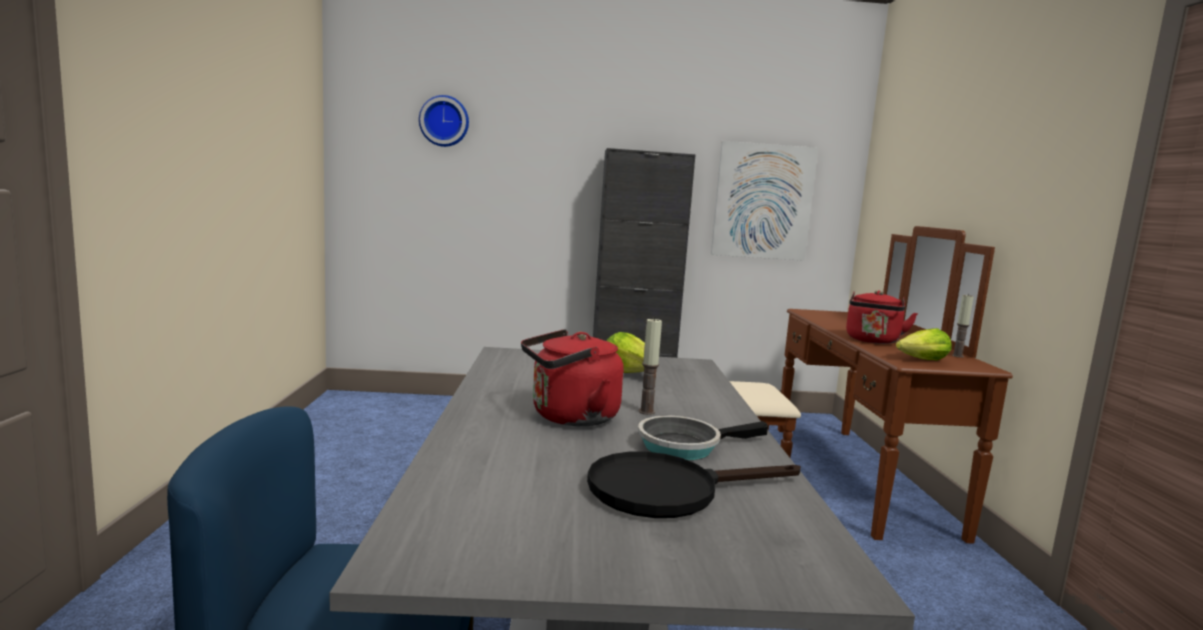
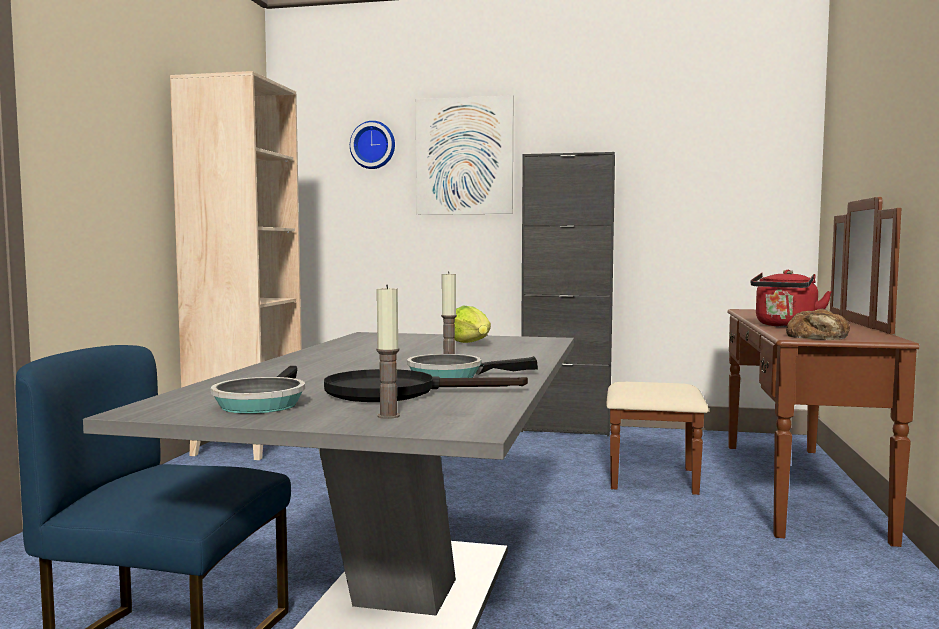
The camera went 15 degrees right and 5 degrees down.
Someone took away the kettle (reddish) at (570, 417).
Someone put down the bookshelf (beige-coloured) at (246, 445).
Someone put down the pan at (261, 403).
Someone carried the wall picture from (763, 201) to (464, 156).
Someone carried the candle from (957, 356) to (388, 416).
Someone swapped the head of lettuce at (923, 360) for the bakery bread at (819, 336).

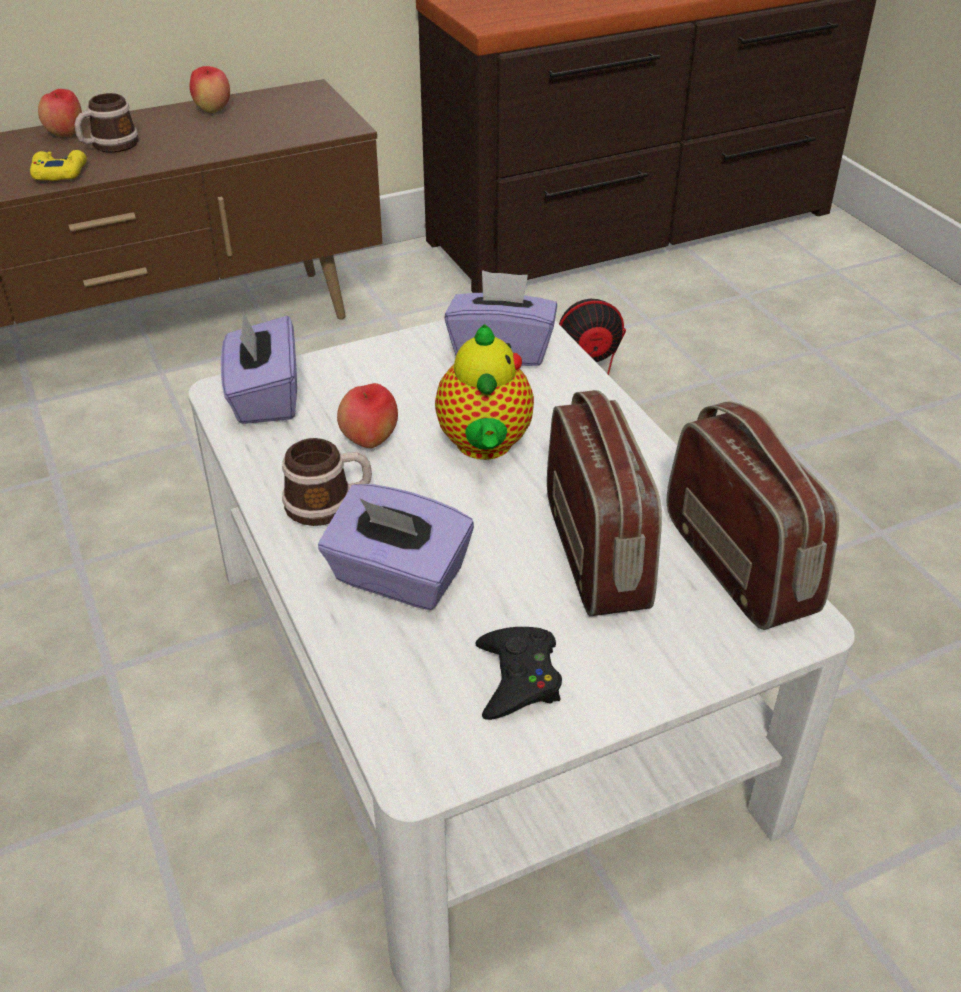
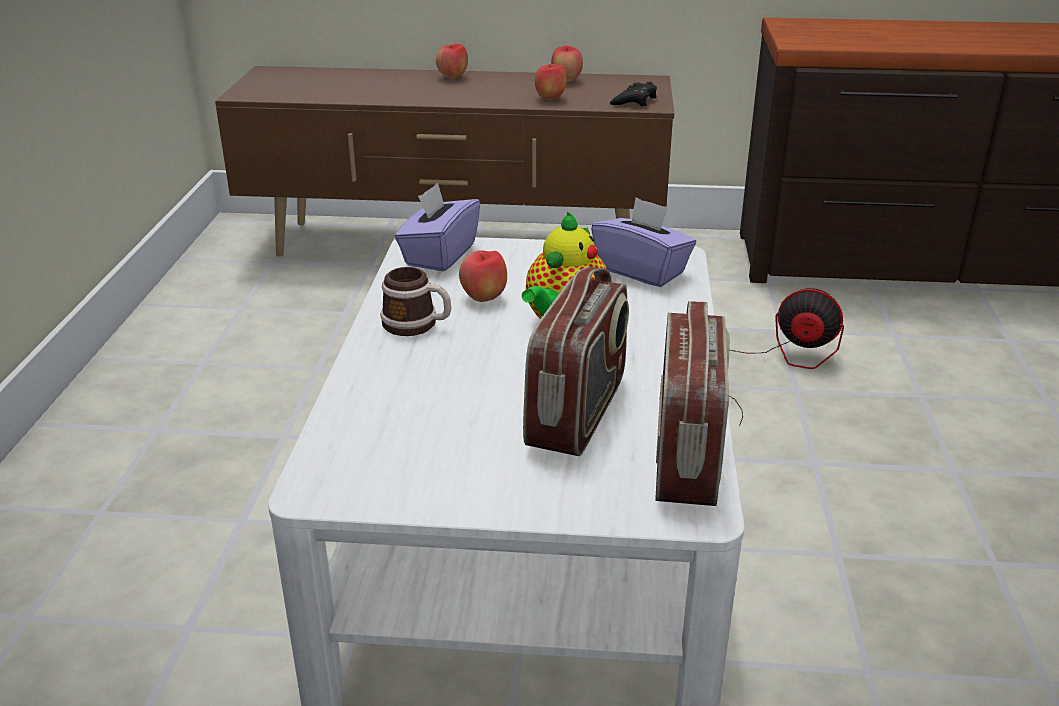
The camera went 30 degrees right and 10 degrees down.
Someone took away the gamepad (yellow-coloured) at (59, 173).
Someone took away the coffee mug at (109, 146).
Someone took away the box of tissues (purple-coloured) at (397, 578).
Someone put down the whole apple at (550, 99).
Someone carried the gamepad (black-coloured) from (518, 679) to (634, 101).

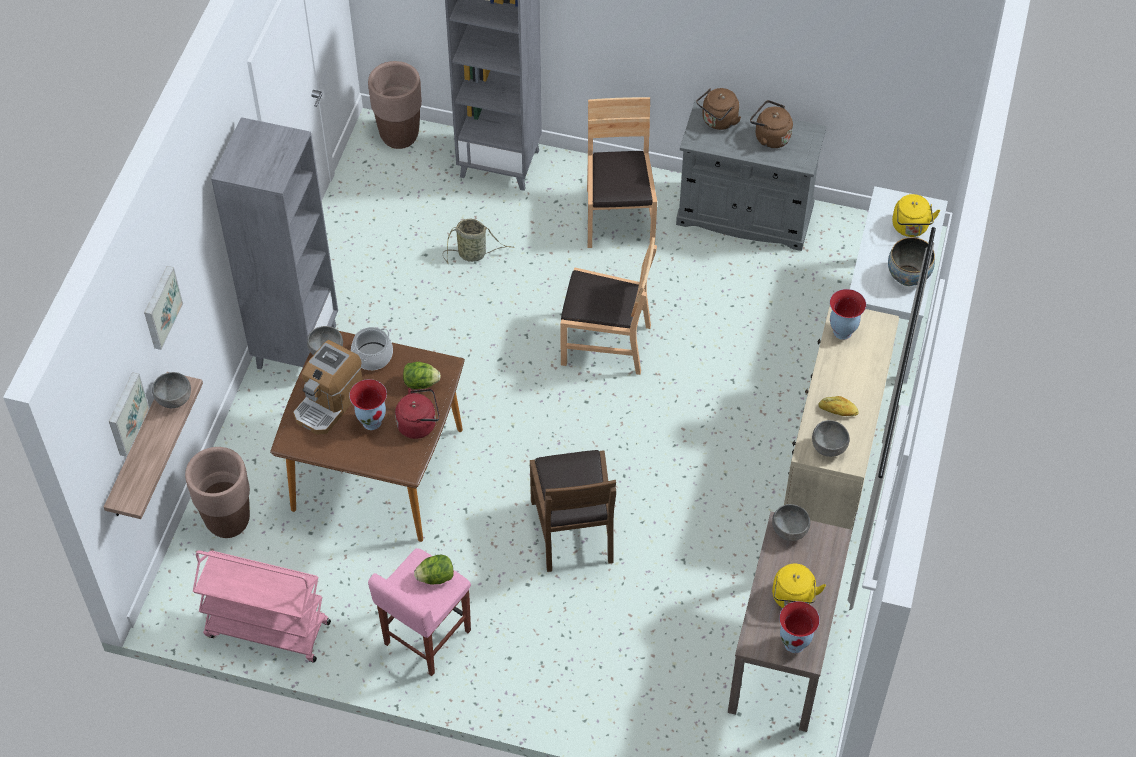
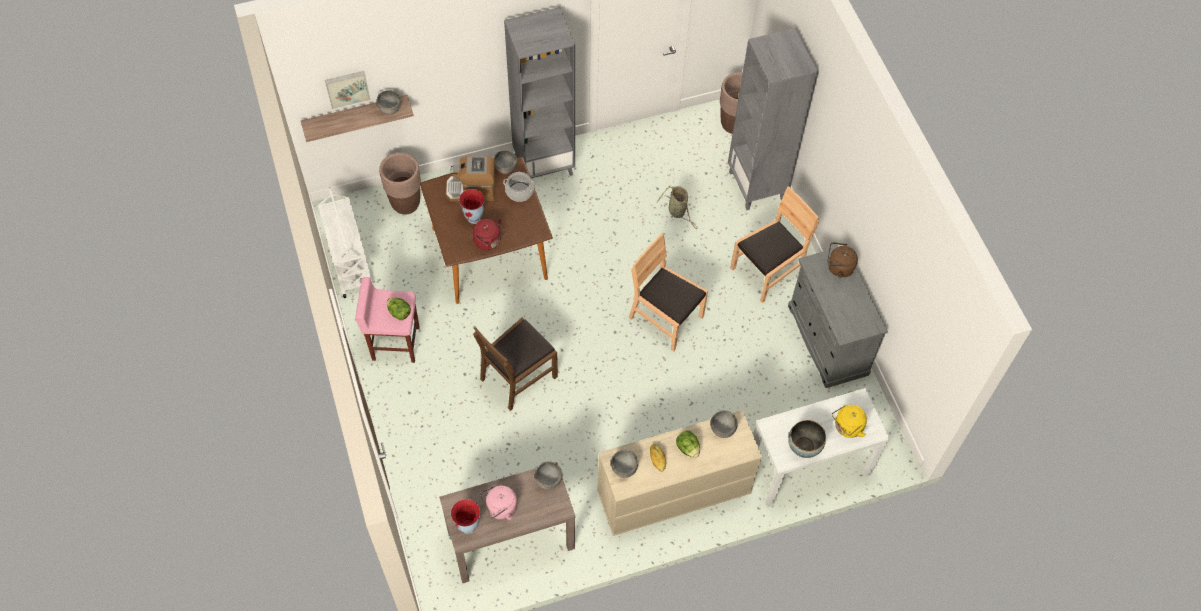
The camera went 55 degrees right and 5 degrees up.
Someone took away the wall picture at (160, 307).
Someone took away the kettle (brownish) at (770, 137).
Someone carried the head of lettuce from (421, 383) to (687, 448).
Someone swapped the flower vase at (841, 332) for the bowl (gray) at (722, 429).
Someone repainted the wheeled cart (pinkish) at (266, 629), which became the wheeled cart (white-coloured) at (349, 263).
Someone repainted the kettle (yellow-coloured) at (793, 599), which became the kettle (pinkish) at (500, 508).
Someone rotated the upright chair (brownish) at (605, 343) by 150 degrees clockwise.

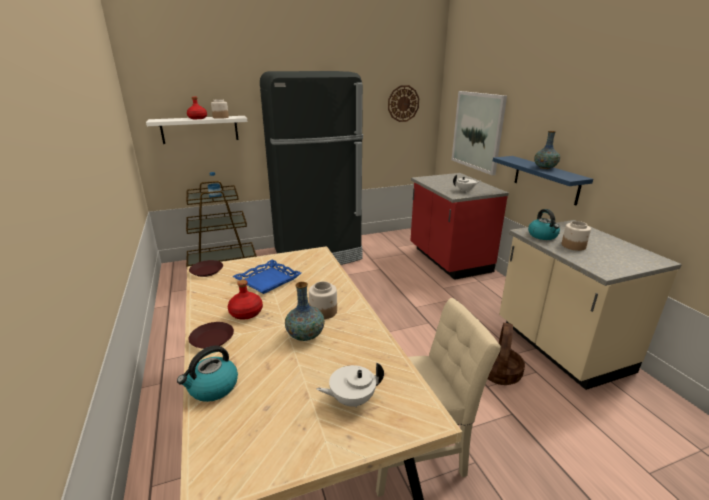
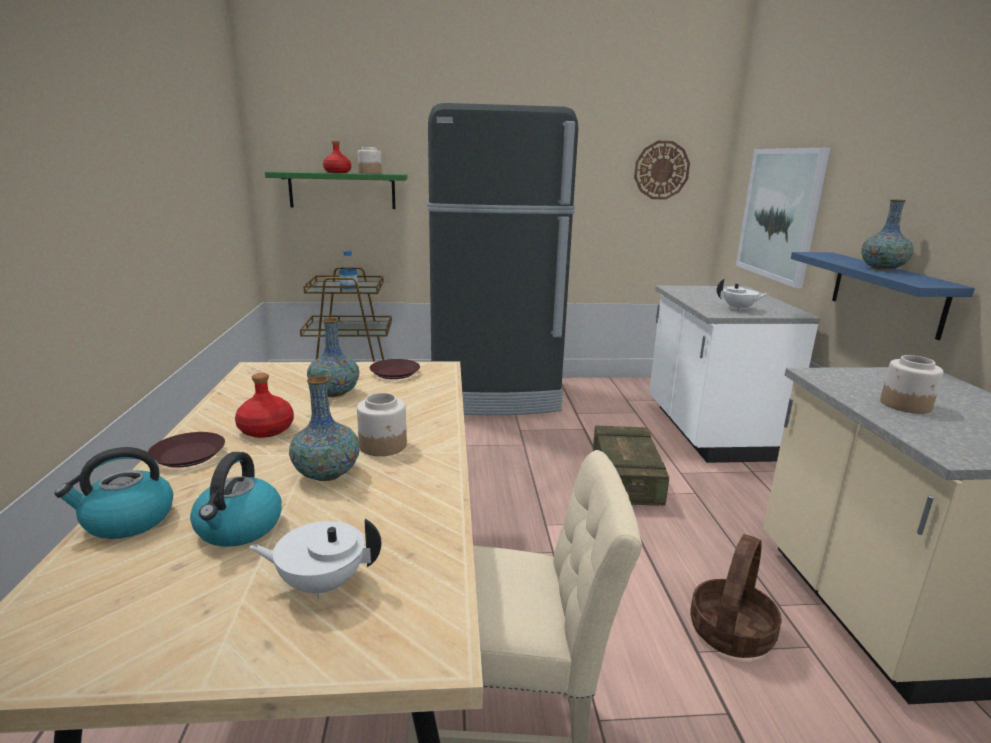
The camera went 15 degrees right and 5 degrees down.
Someone put down the packing crate at (625, 480).
Someone carried the dinner plate (brownish) from (207, 271) to (395, 373).
Someone carried the kettle from (543, 236) to (239, 528).
Someone swapped the tray (blue-coloured) at (268, 280) for the flower vase at (334, 393).
Someone repainted the bracket shelf (white-coloured) at (200, 129), which became the bracket shelf (green) at (342, 190).
Someone repainted the kitchen base unit (reddish) at (448, 260), which became the kitchen base unit (white-coloured) at (708, 431).

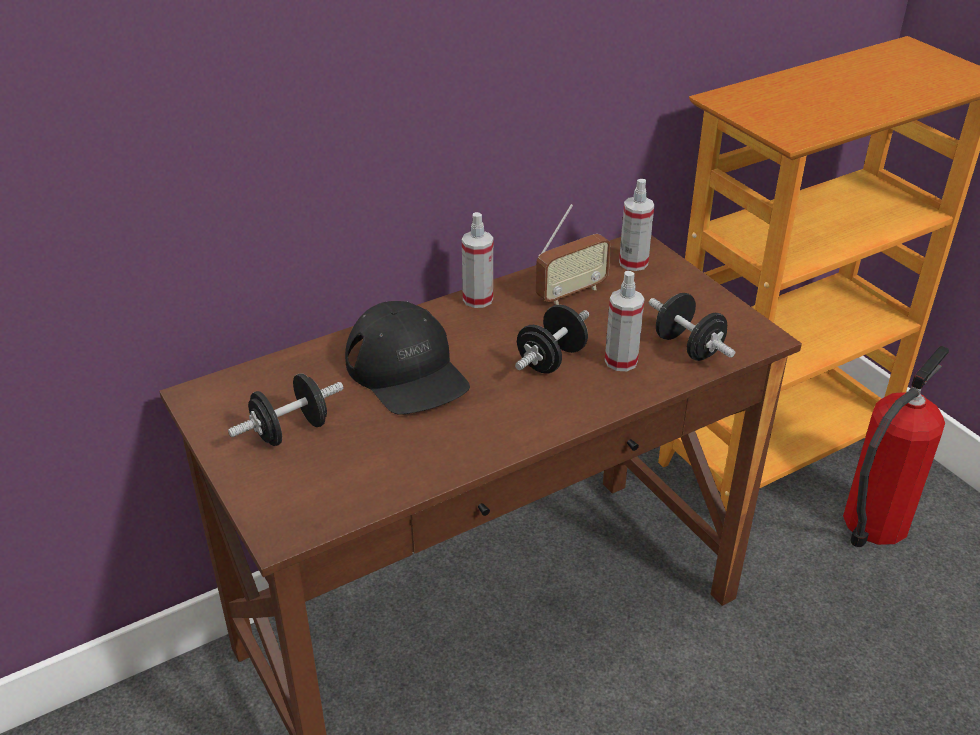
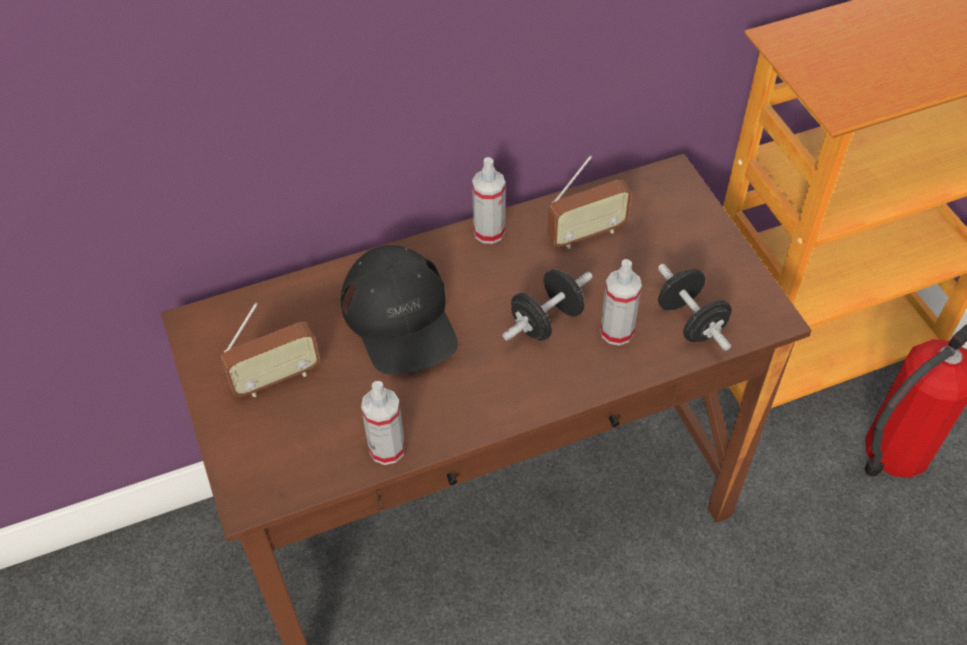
The camera went 10 degrees right and 15 degrees up.
Someone carried the spray bottle from (633, 263) to (387, 449).
Someone swapped the free weight (black-coloured) at (291, 431) for the radio set at (276, 378).

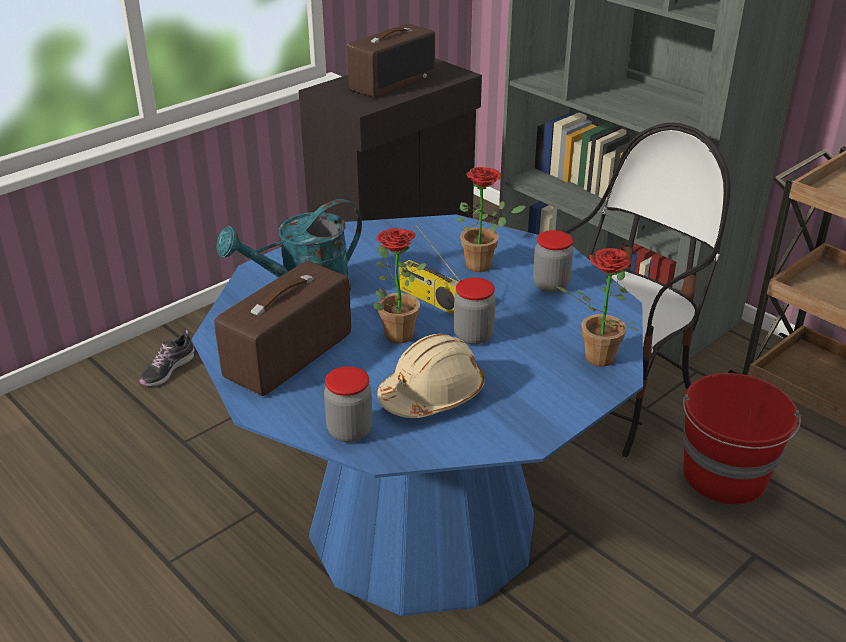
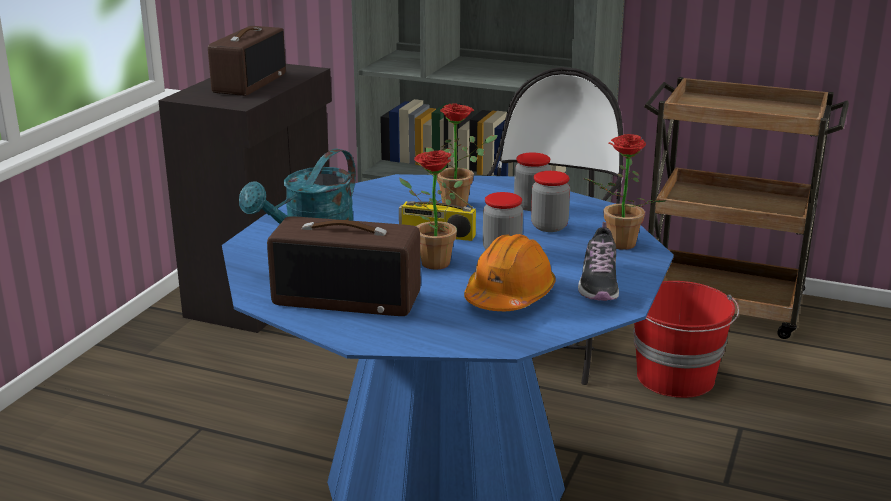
The camera went 25 degrees left and 10 degrees down.
Someone carried the item of footwear from (167, 370) to (599, 283).
Someone carried the storage jar from (349, 431) to (549, 226).
Someone repainted the hard hat (beige-coloured) at (432, 394), which became the hard hat (orange) at (509, 296).
Someone rotated the radio set at (289, 356) by 90 degrees counterclockwise.

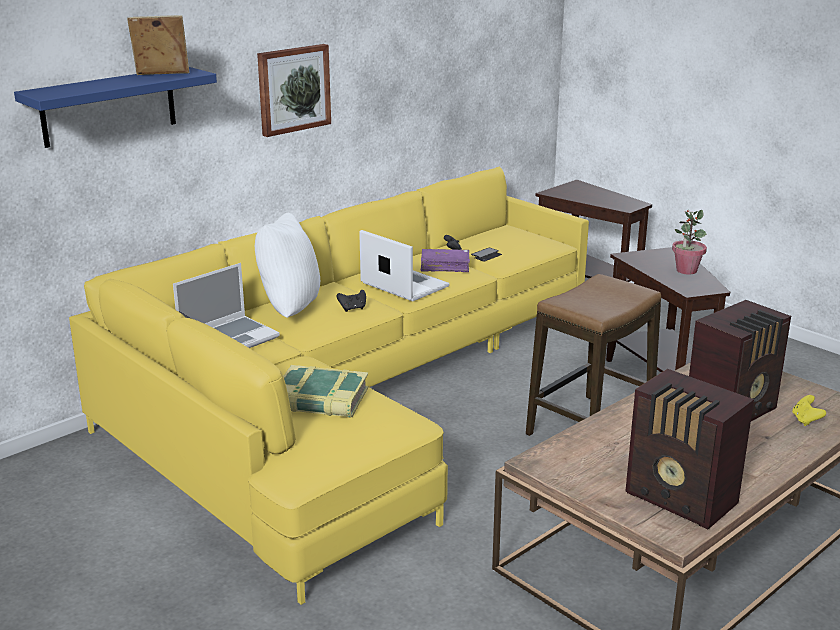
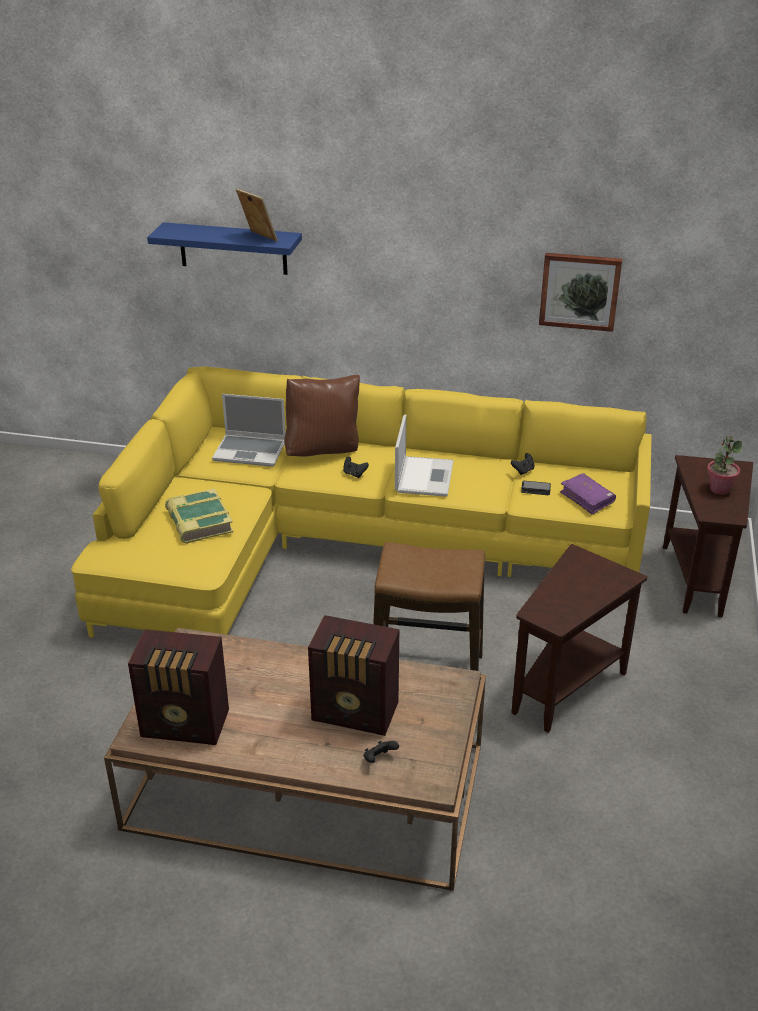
The camera went 55 degrees right and 10 degrees up.
Someone carried the wall picture from (293, 89) to (579, 291).
Someone carried the book (purple-coloured) from (445, 266) to (587, 499).
Someone carried the houseplant from (686, 270) to (719, 489).
Someone repainted the cushion (white-coloured) at (288, 309), which became the cushion (brownish) at (323, 450).
Someone repainted the gamepad (yellow-coloured) at (806, 420), which became the gamepad (black-coloured) at (379, 759).
Someone rotated the radio set at (682, 500) by 90 degrees counterclockwise.

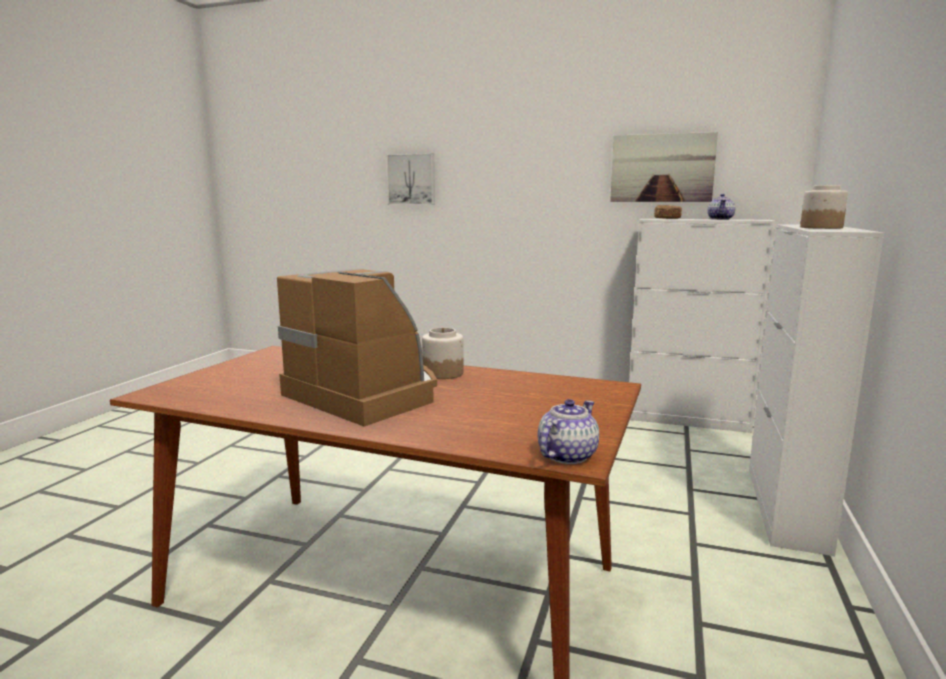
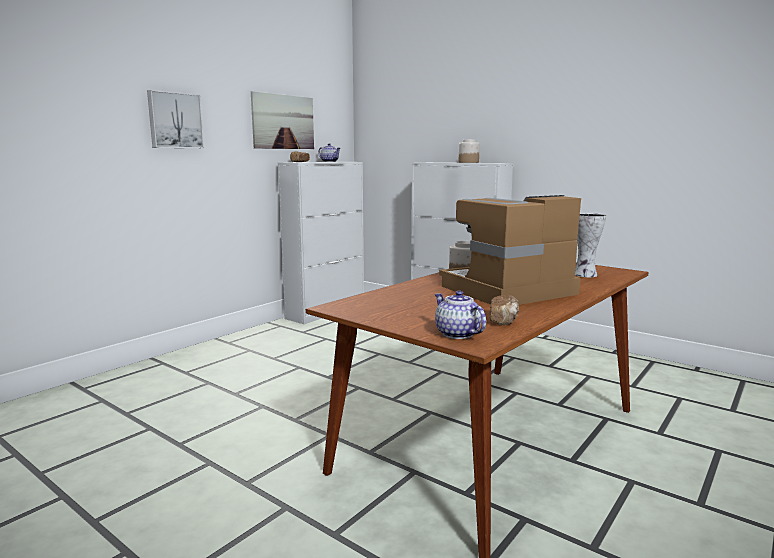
The camera went 70 degrees left and 0 degrees up.
Someone put down the bakery bread at (504, 320).
Someone put down the flower vase at (584, 274).
Someone carried the wall picture from (411, 179) to (175, 120).
Someone carried the tea pot from (566, 456) to (457, 334).

